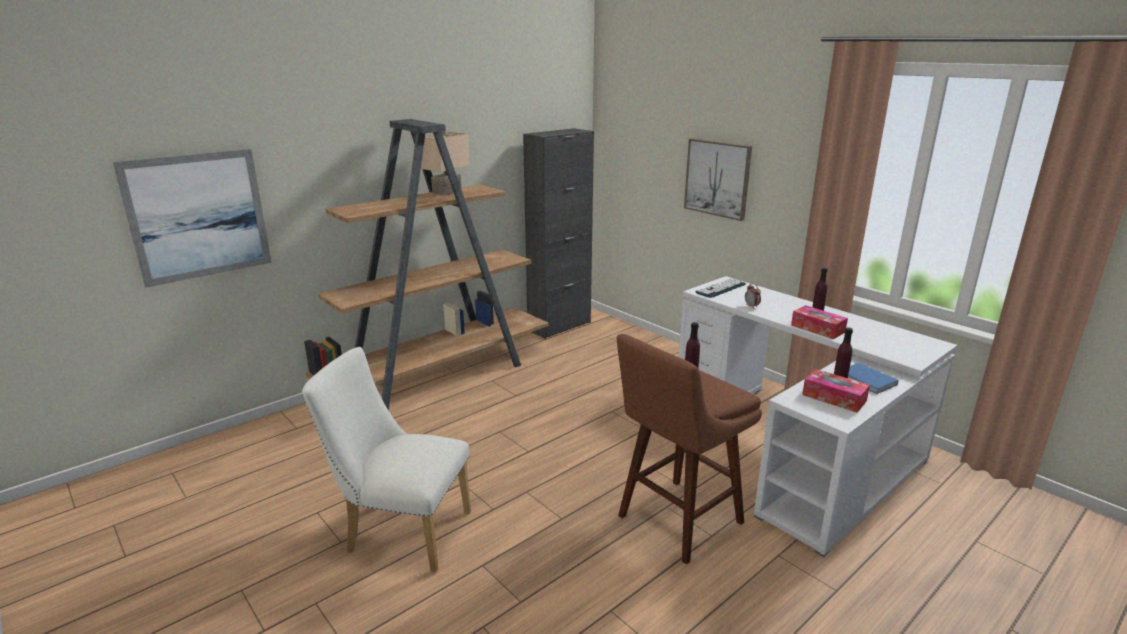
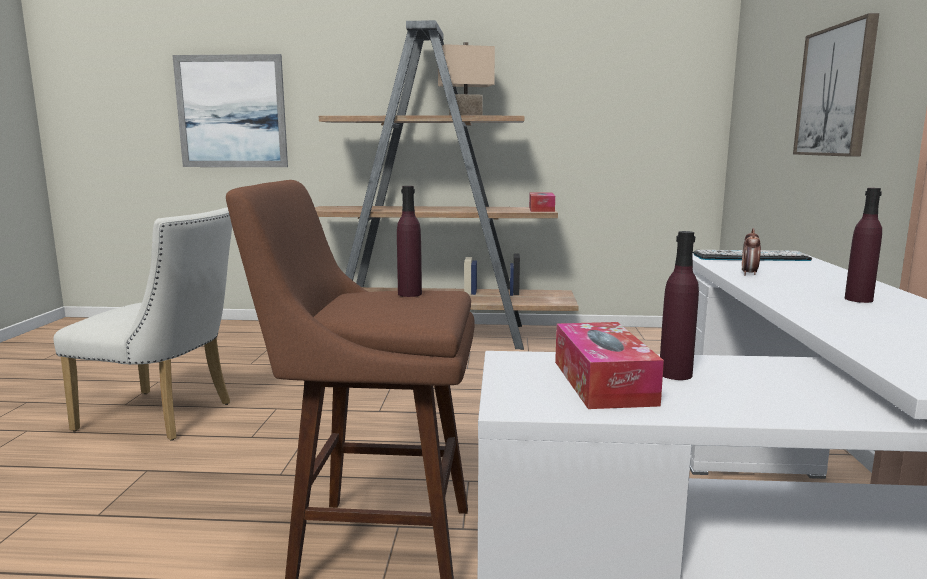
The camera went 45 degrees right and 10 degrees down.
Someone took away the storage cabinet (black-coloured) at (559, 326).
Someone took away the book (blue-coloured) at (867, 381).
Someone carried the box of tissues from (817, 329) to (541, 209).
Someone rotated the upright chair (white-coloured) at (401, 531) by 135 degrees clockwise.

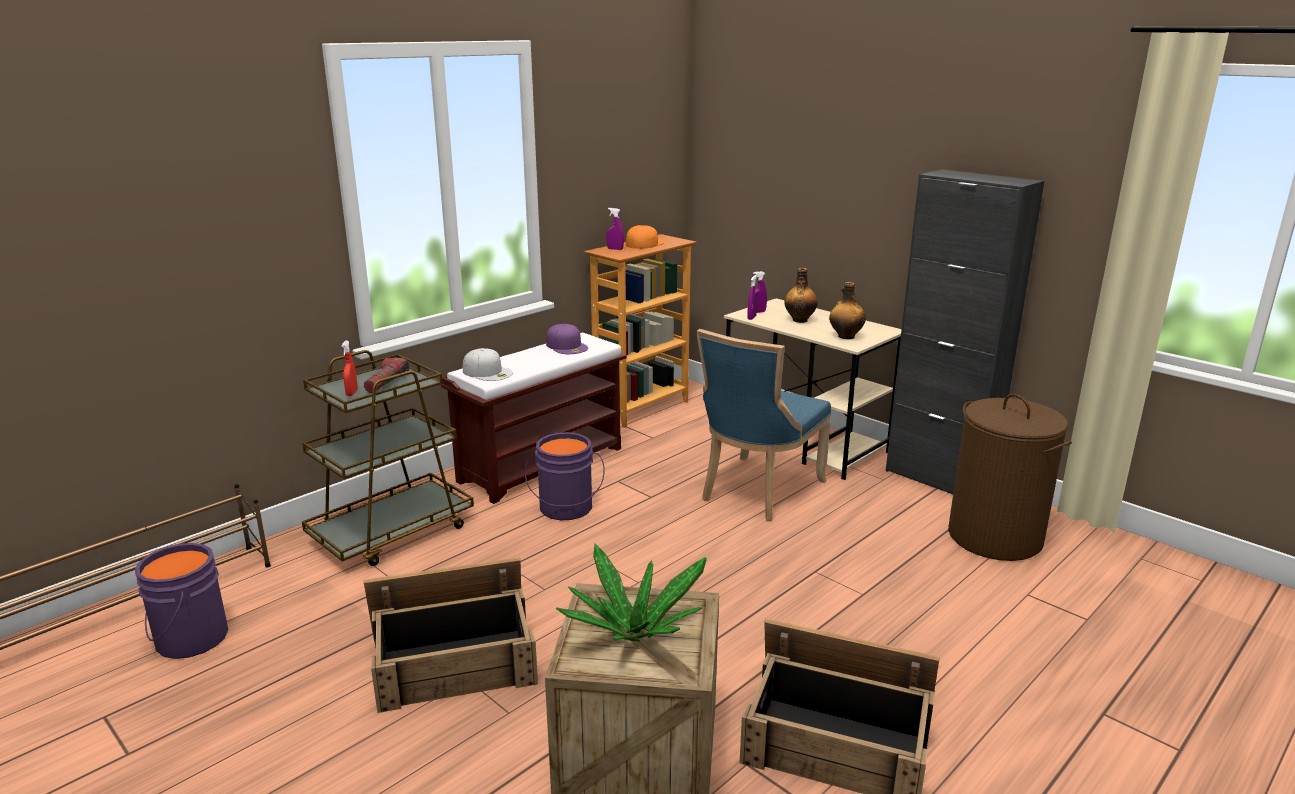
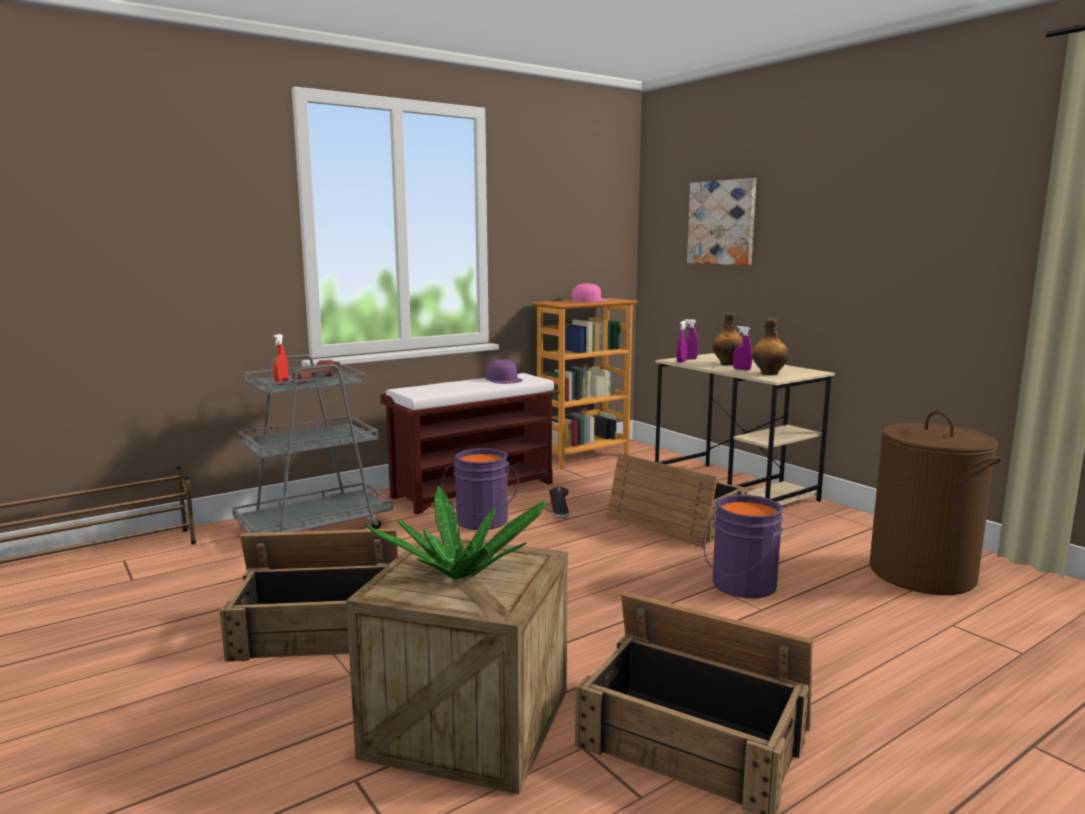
The camera went 10 degrees right and 10 degrees down.
Someone took away the peaked cap (white-coloured) at (488, 372).
Someone took away the storage cabinet (black-coloured) at (938, 479).
Someone put down the item of footwear (black-coloured) at (559, 512).
Someone put up the wall picture at (722, 223).
Someone carried the bucket (purple-coloured) from (188, 639) to (741, 585).
Someone carried the spray bottle (purple-coloured) from (615, 249) to (741, 369).
Someone swapped the upright chair (blue-coloured) at (757, 491) for the packing crate at (674, 521).
Someone repainted the wheeled cart (brownish) at (393, 532), which became the wheeled cart (gray) at (315, 528).
Someone repainted the peaked cap (orange) at (644, 243), which became the peaked cap (pinkish) at (589, 300).

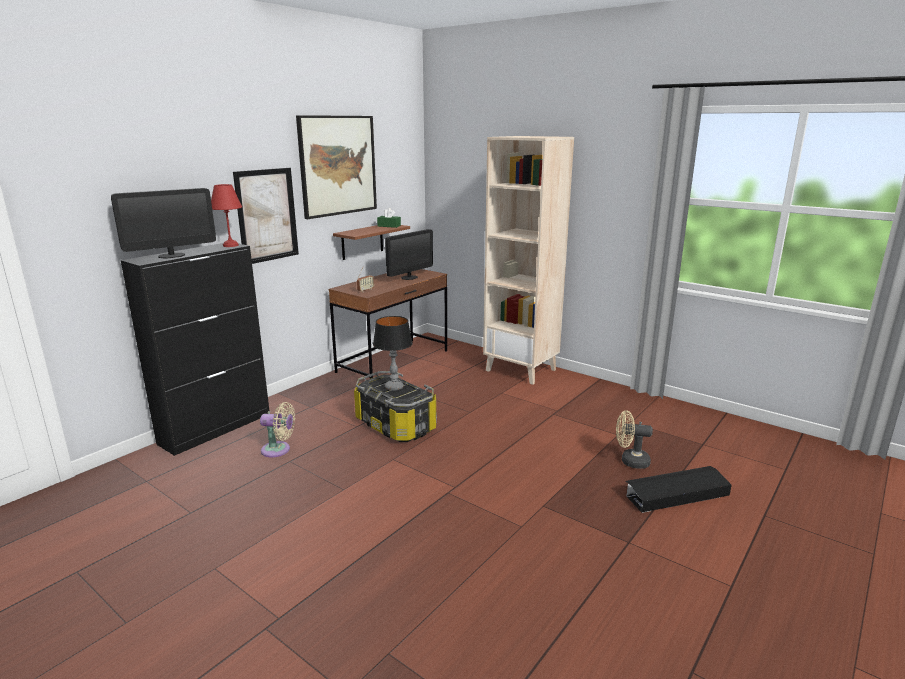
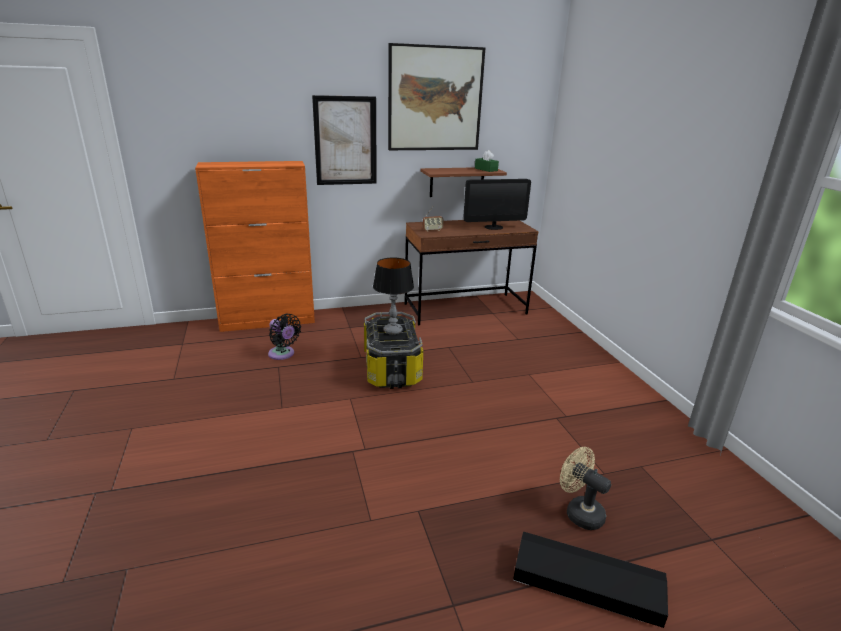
The camera went 35 degrees right and 5 degrees up.
Someone took away the computer display at (171, 255).
Someone took away the table lamp (reddish) at (231, 245).
Someone took away the bookshelf (beige-coloured) at (521, 370).
Someone repainted the storage cabinet (black-coloured) at (216, 428), which became the storage cabinet (orange) at (268, 321).
Someone repainted the electric fan (beige-coloured) at (278, 450), which became the electric fan (black-coloured) at (283, 354).

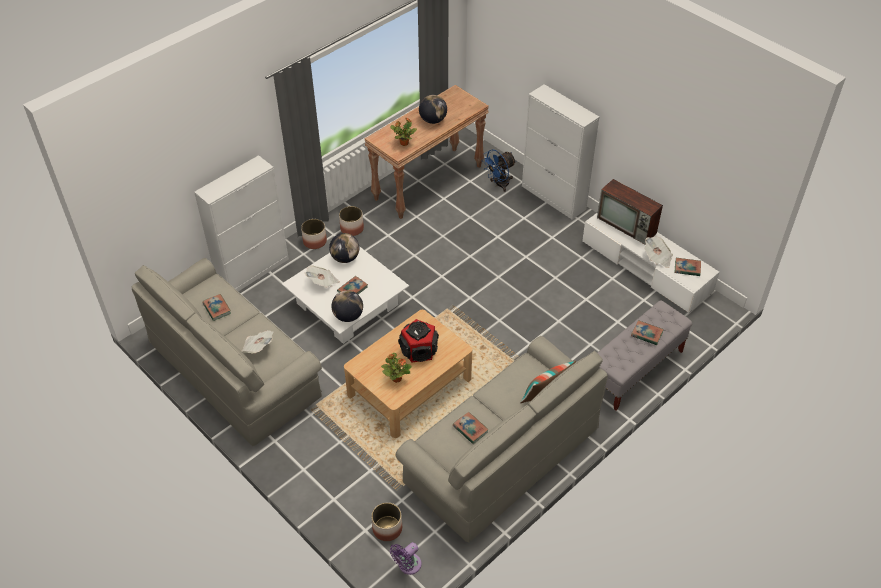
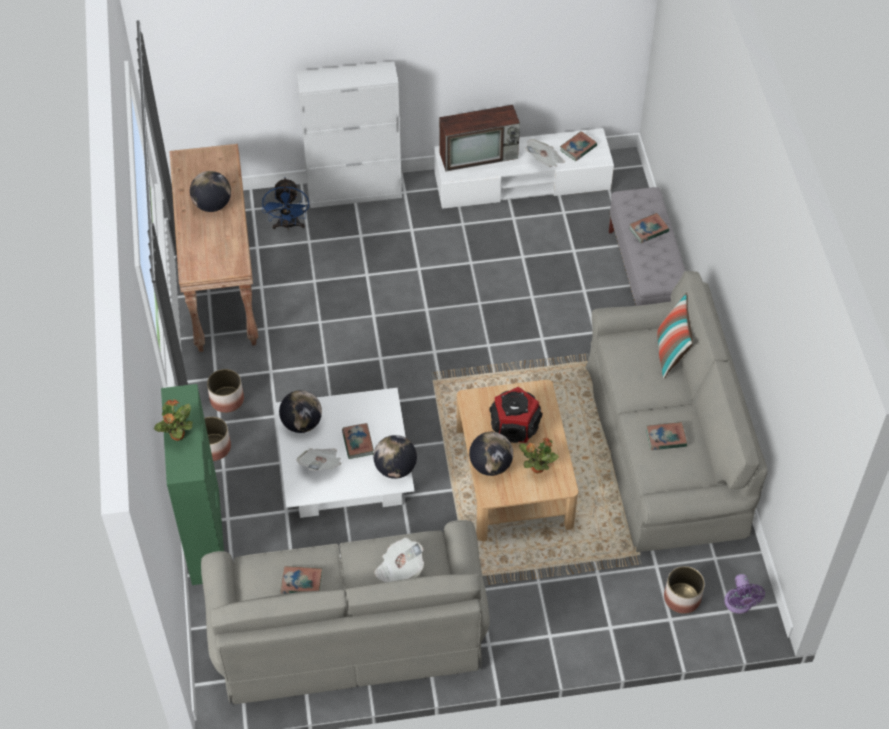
The camera went 55 degrees left and 5 degrees up.
Someone put down the world globe at (490, 465).
Someone carried the houseplant from (404, 143) to (177, 435).
Someone repainted the storage cabinet (white-coloured) at (253, 271), which became the storage cabinet (green) at (206, 535).

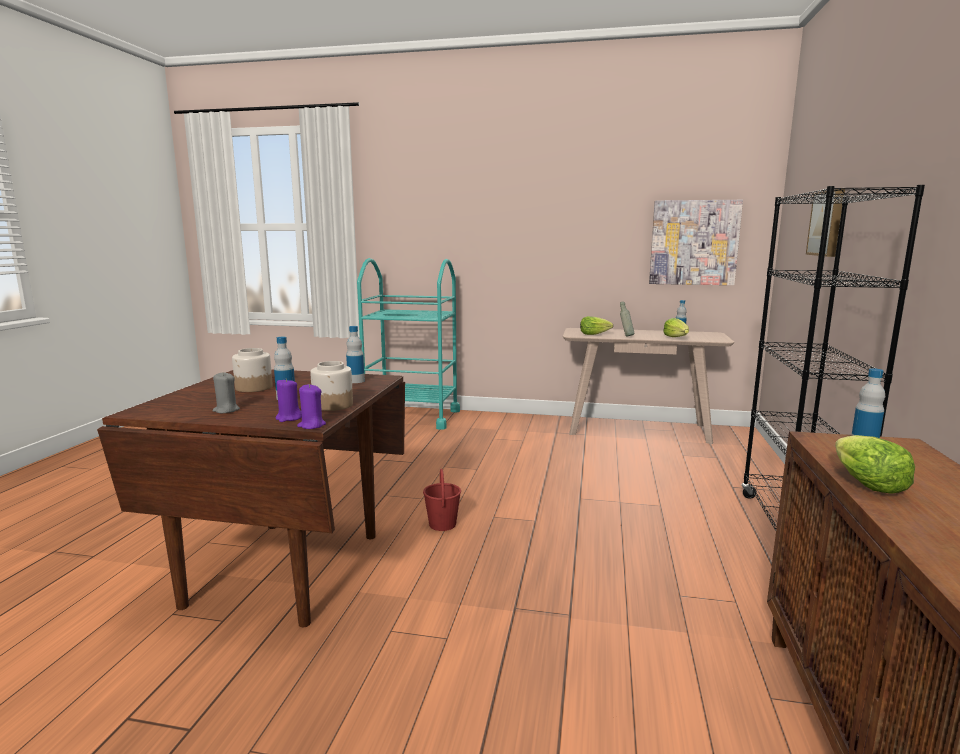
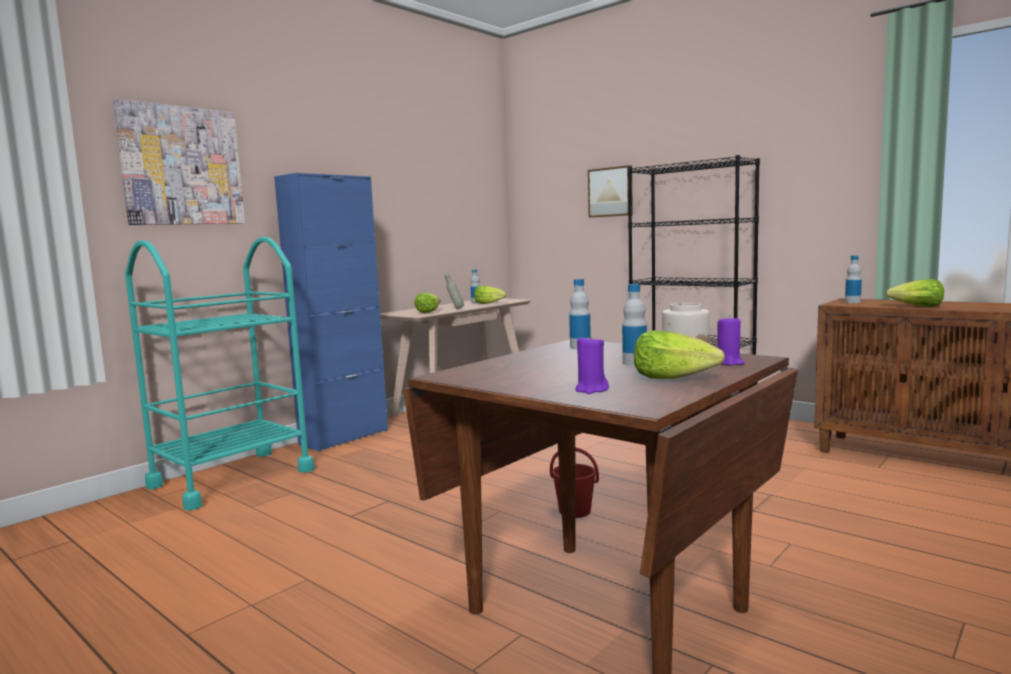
The camera went 60 degrees left and 5 degrees down.
Someone took away the storage jar at (254, 387).
Someone put down the storage cabinet (blue-coloured) at (344, 437).
Someone carried the candle (purple-coloured) from (311, 425) to (591, 390).
Someone carried the wall picture from (694, 242) to (182, 166).
Someone swapped the candle (gray) at (226, 410) for the head of lettuce at (673, 378).

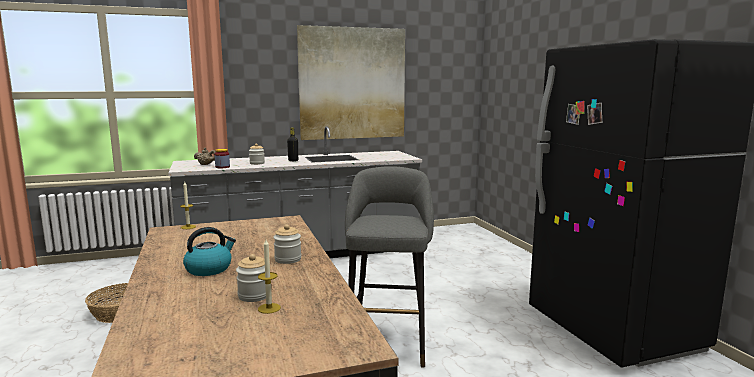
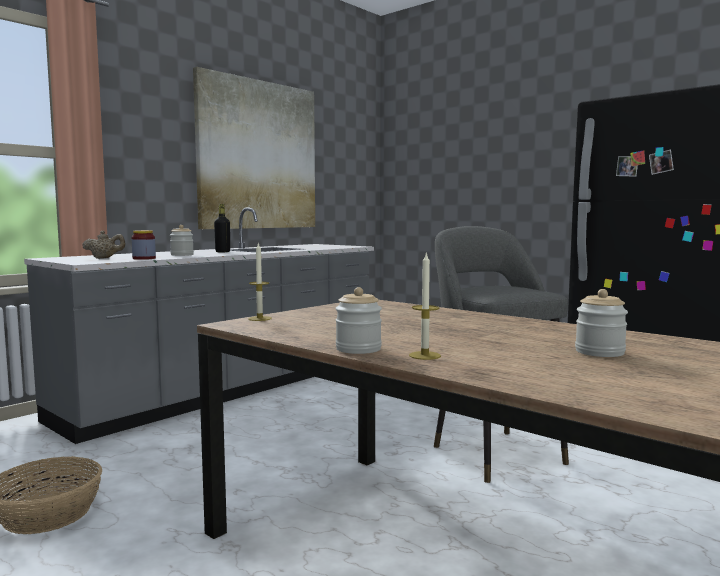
The camera went 30 degrees left and 5 degrees down.
Someone took away the kettle at (209, 269).
Someone carried the candle from (269, 308) to (424, 355).
Someone carried the storage jar from (288, 259) to (358, 349).

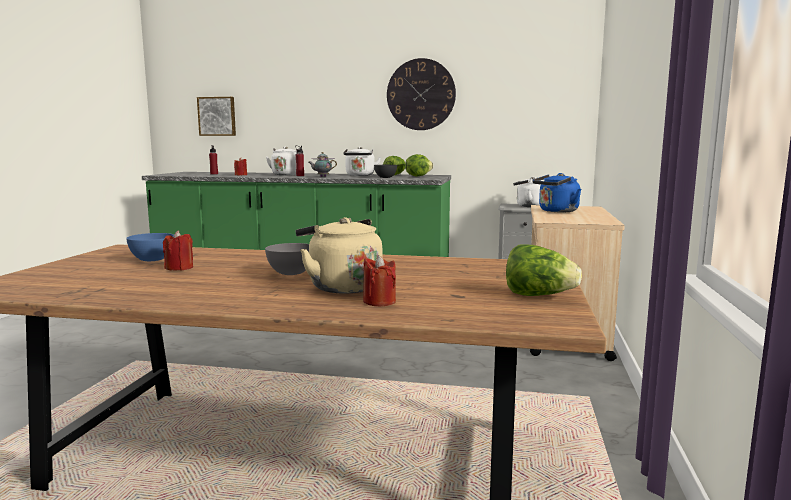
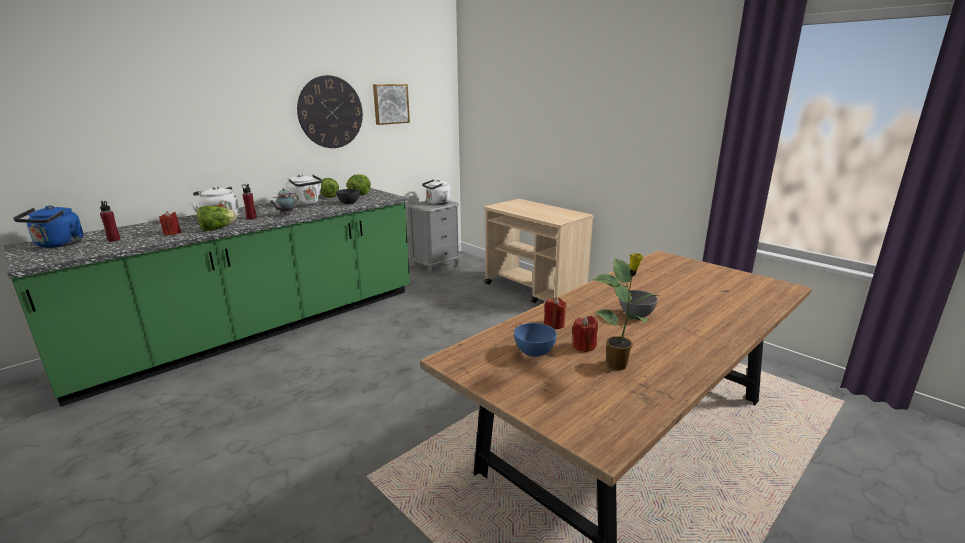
The camera went 55 degrees left and 10 degrees up.
Someone took away the kettle (beige-coloured) at (341, 287).
Someone put down the houseplant at (618, 365).
Someone carried the wall picture from (217, 116) to (390, 104).
Someone carried the candle (reddish) from (379, 301) to (554, 324).
Someone carried the head of lettuce from (539, 296) to (217, 229).
Someone carried the kettle (blue-coloured) from (556, 211) to (58, 245).

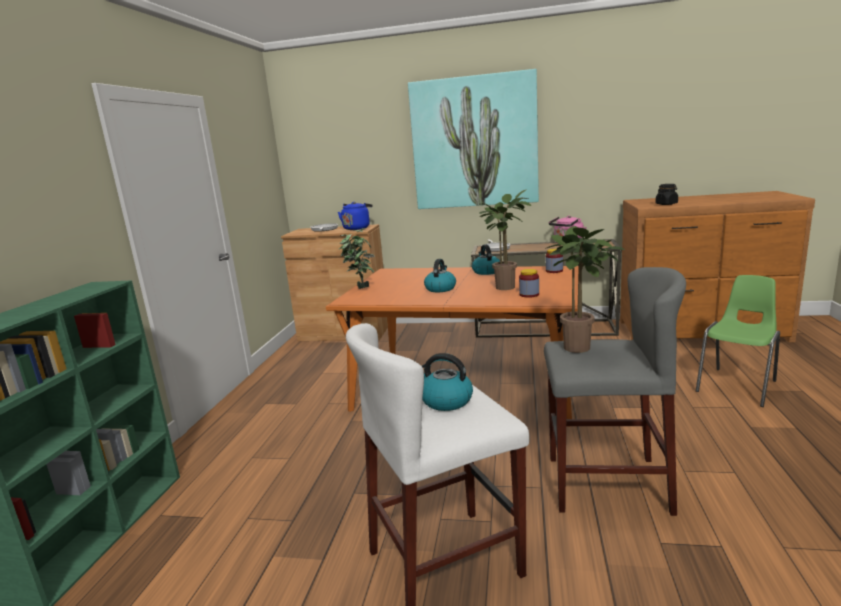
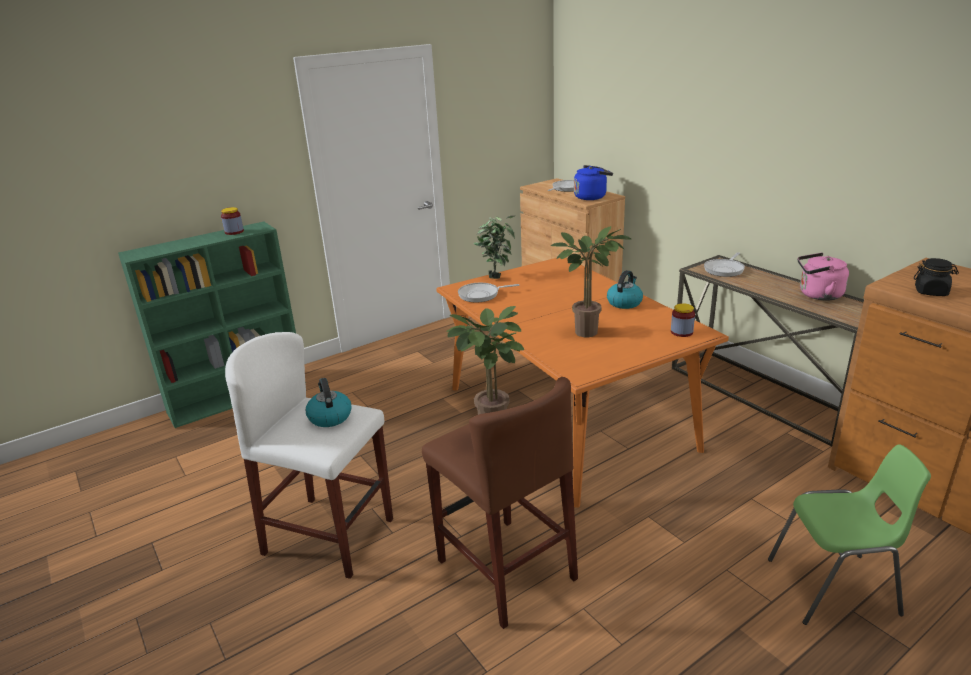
The camera went 45 degrees right and 10 degrees up.
Someone took away the wall picture at (474, 142).
Someone took away the kettle at (440, 288).
Someone put down the pan at (481, 295).
Someone carried the storage jar from (529, 294) to (234, 232).
Someone repainted the stool (gray) at (607, 484), which became the stool (brownish) at (505, 569).

